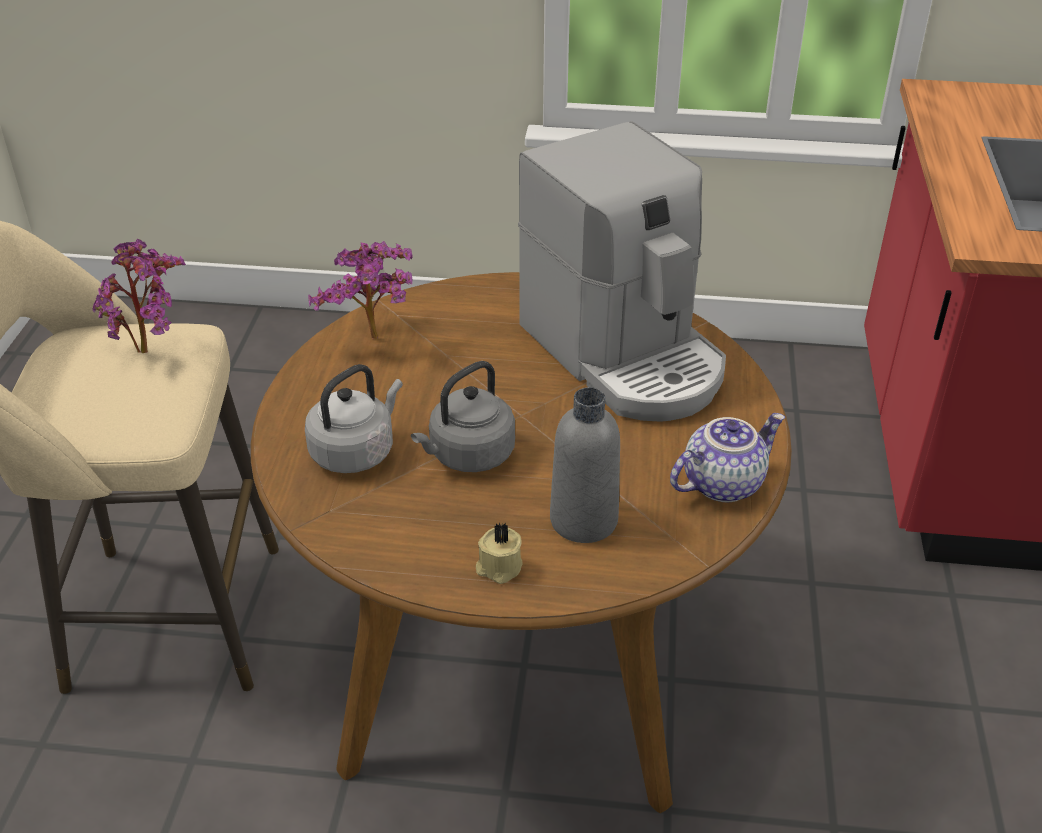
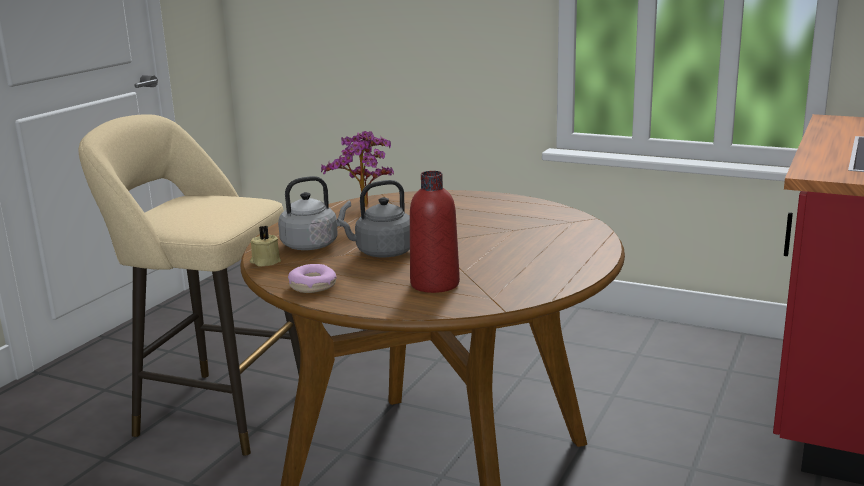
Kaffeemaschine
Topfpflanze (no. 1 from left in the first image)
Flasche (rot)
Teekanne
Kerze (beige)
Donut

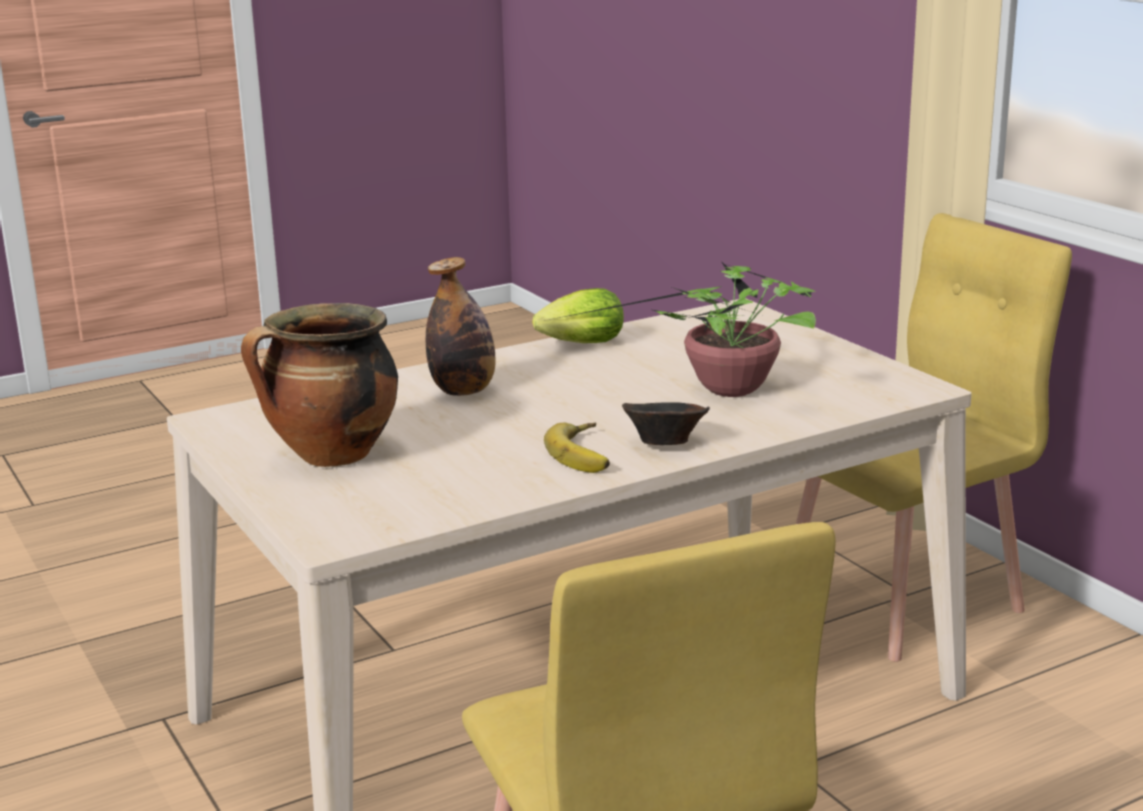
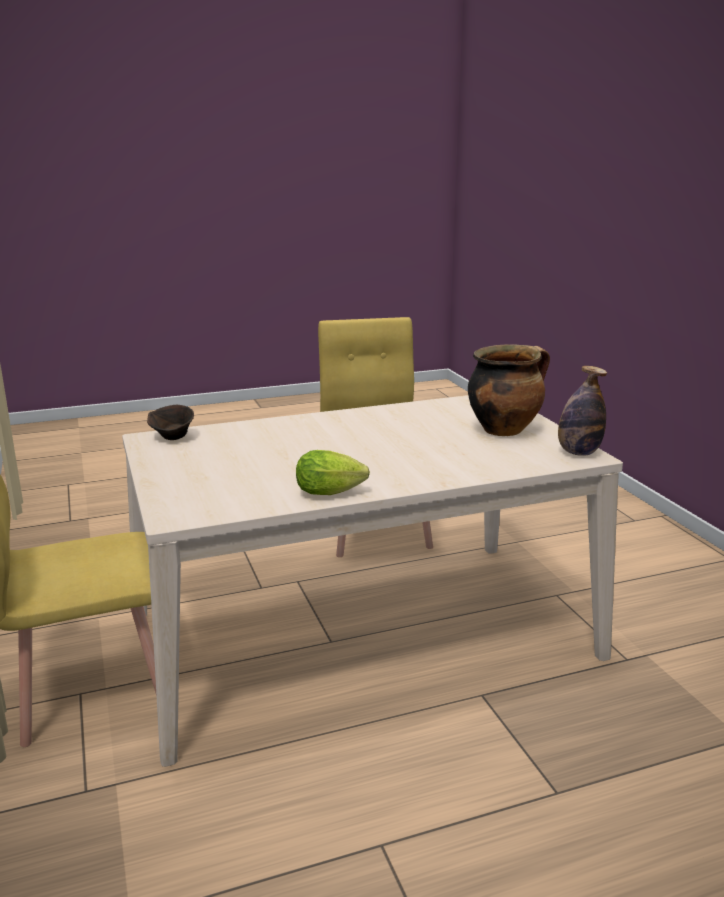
Flasche
Topfpflanze
Schüssel (braun)
Banane

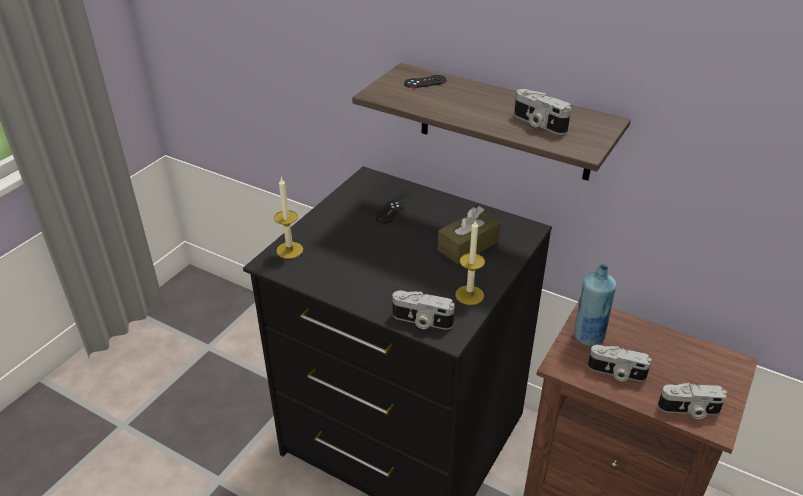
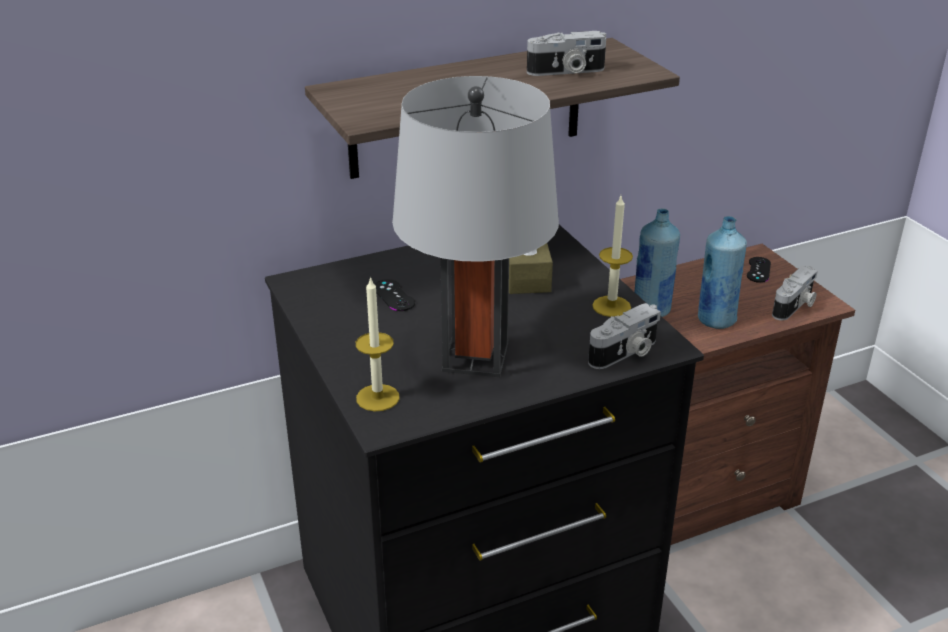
Gamepad (schwarz) (no. 2 from left)
Flasche (blau) (no. 2 from left)
Tischlampe (grau)

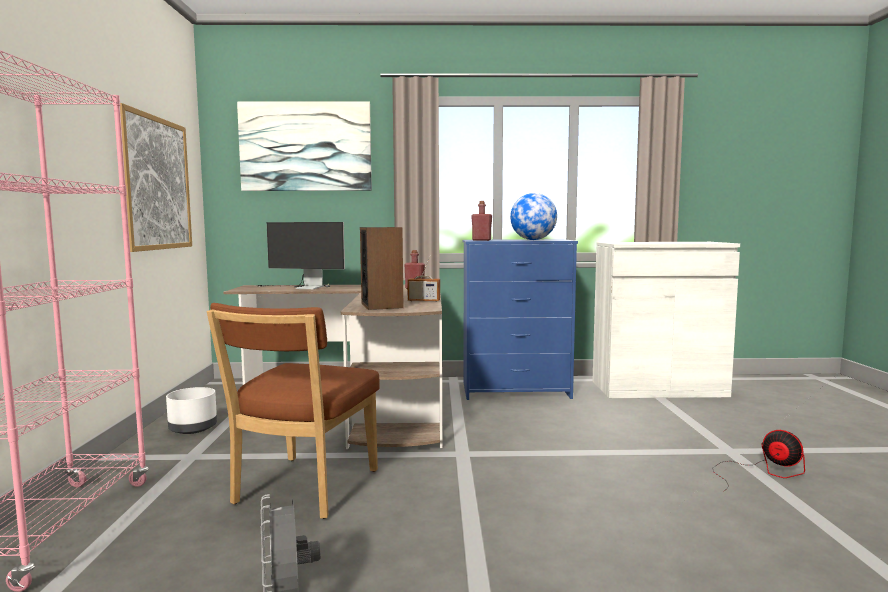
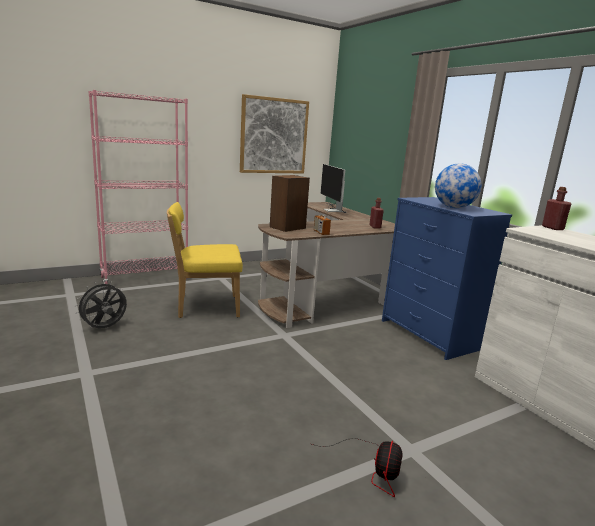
Bild (no. 2 from left in the first image)
Flasche (rot) (no. 2 from left)
Stuhl (gelb)
Pflanzkübel (weiß)

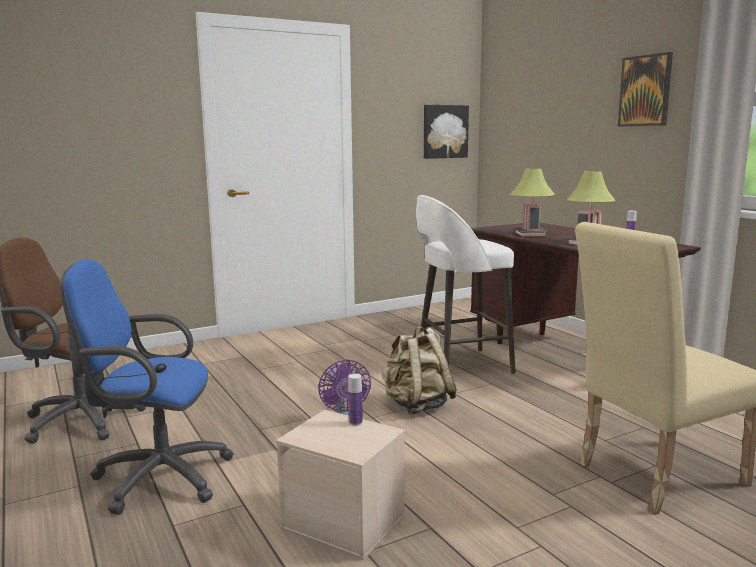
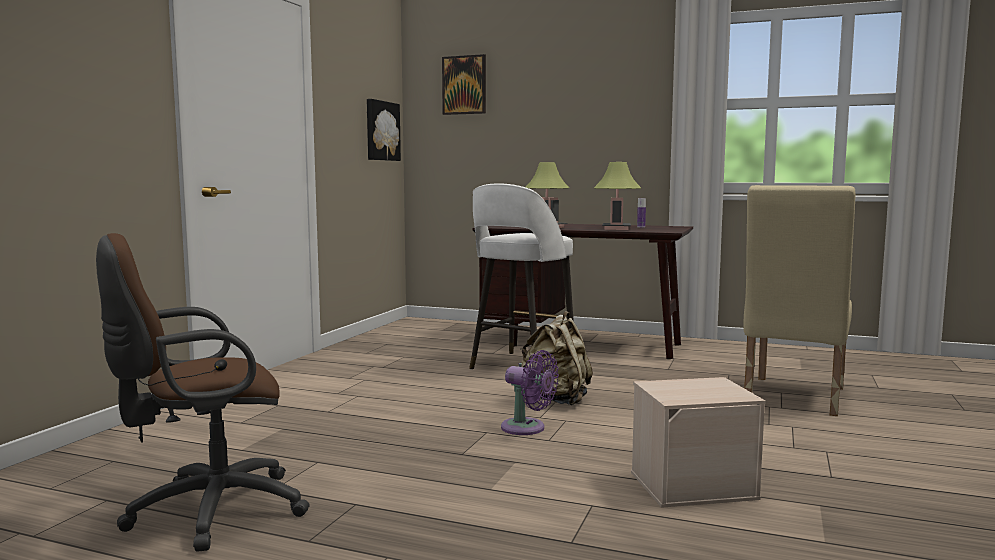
Bild (no. 2 from left)
Bürostuhl (blau)
Flasche (no. 1 from left in the first image)

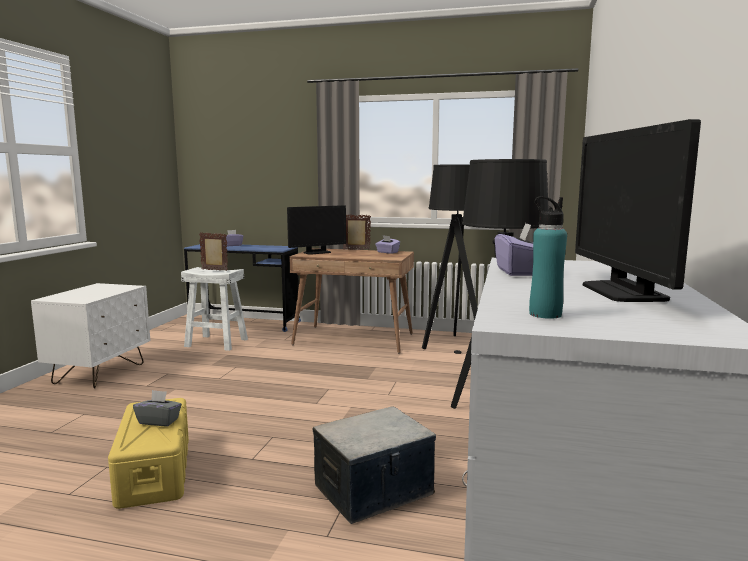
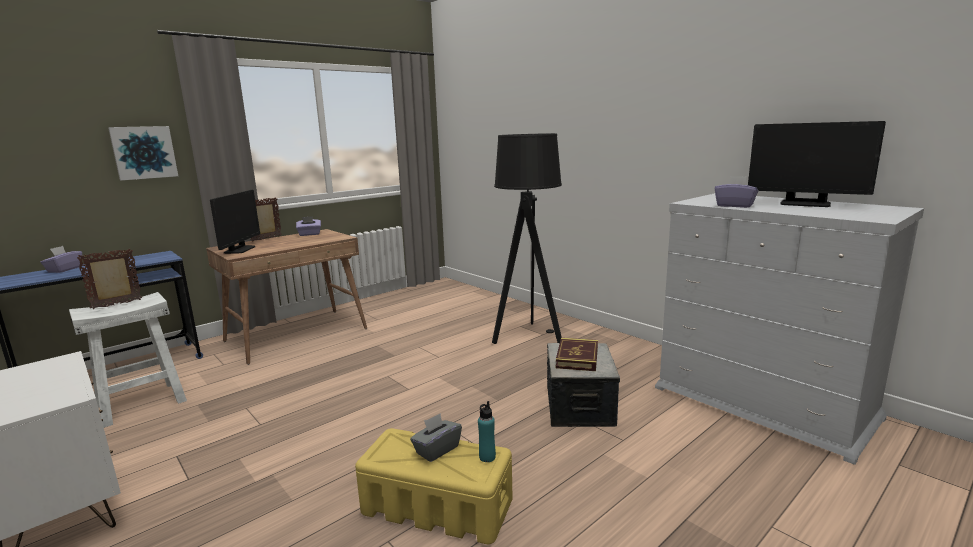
Stehlampe (schwarz) (no. 1 from left in the first image)
Flasche (türkis)
Bild
Buch

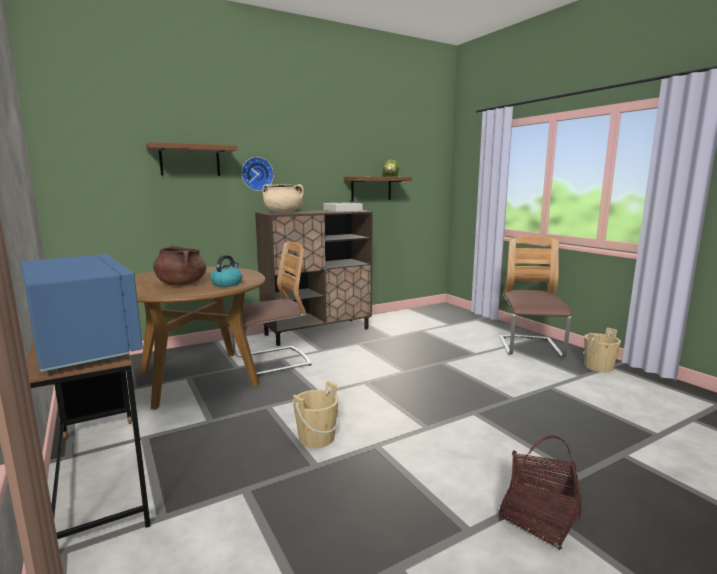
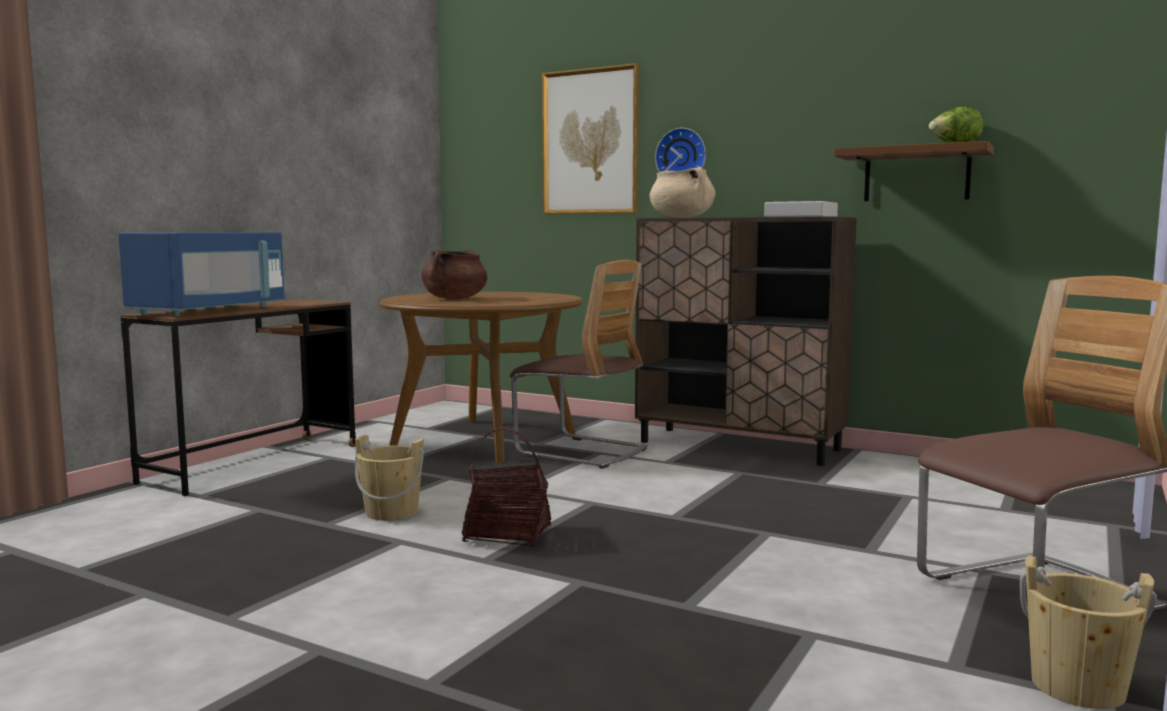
Bild
Wasserkessel
Korb

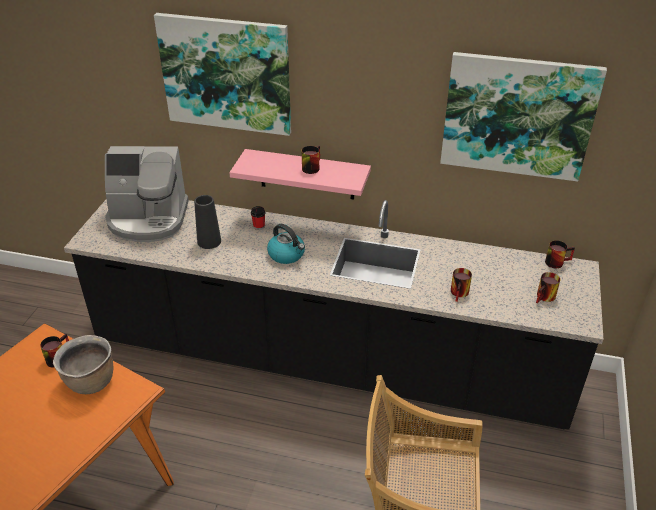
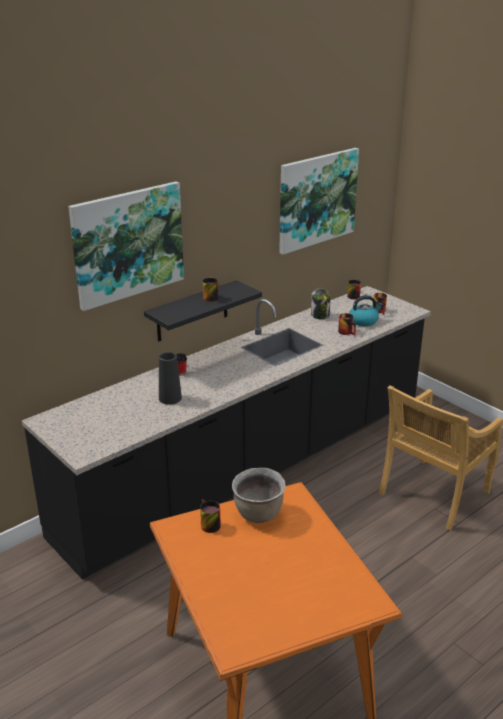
Kaffeemaschine
Wandregal (schwarz)
Wasserkessel
Vorratsglas

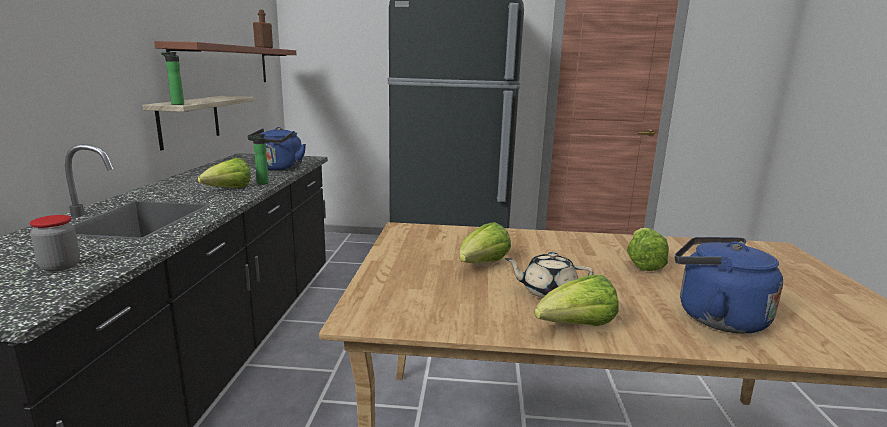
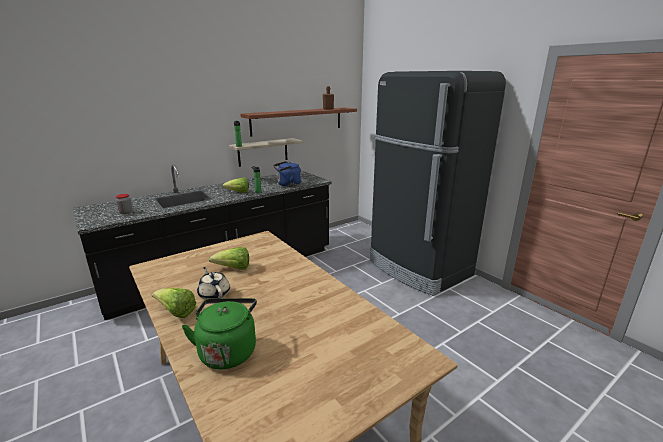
Salatkopf (no. 4 from left in the first image)
Wasserkessel (grün)

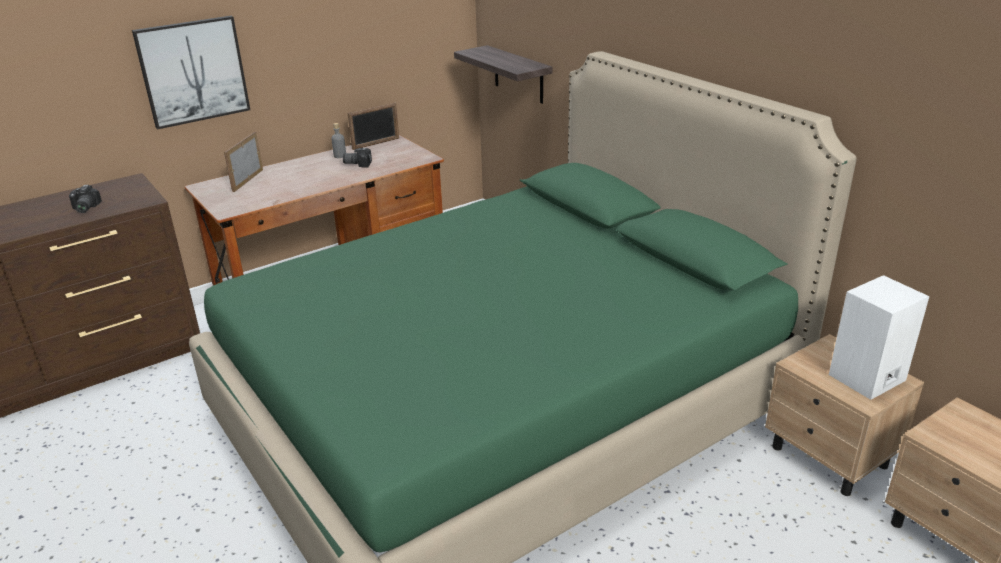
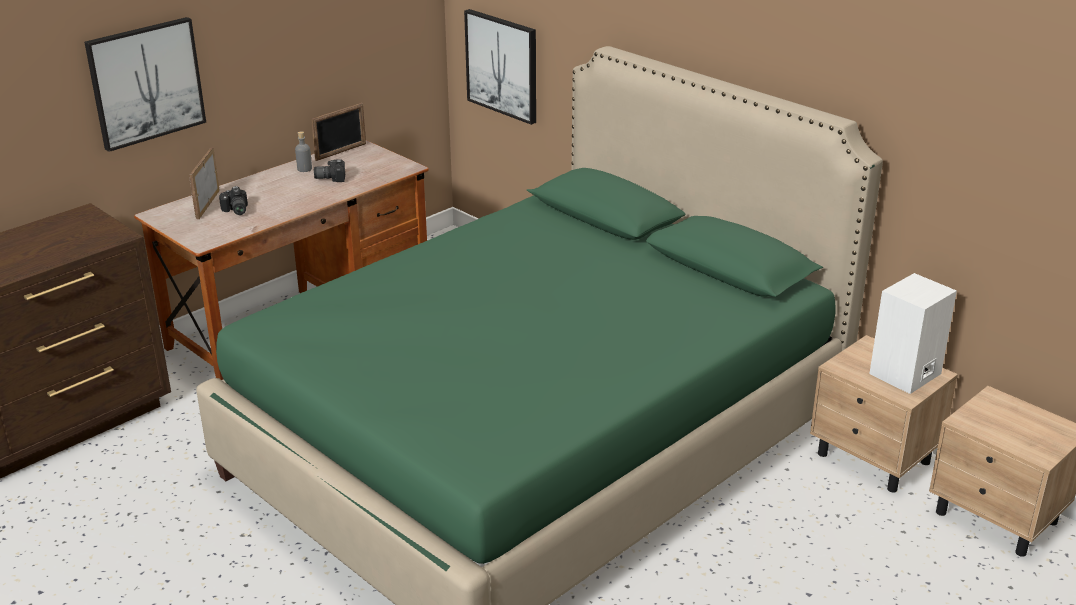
Bild (no. 2 from left)
Kamera (no. 1 from left)

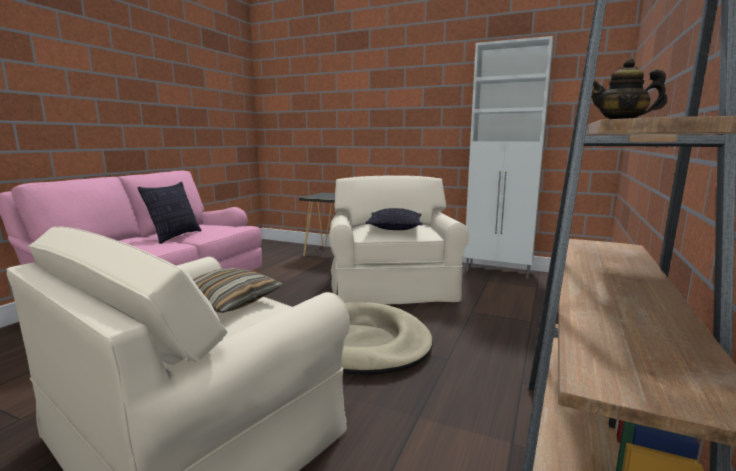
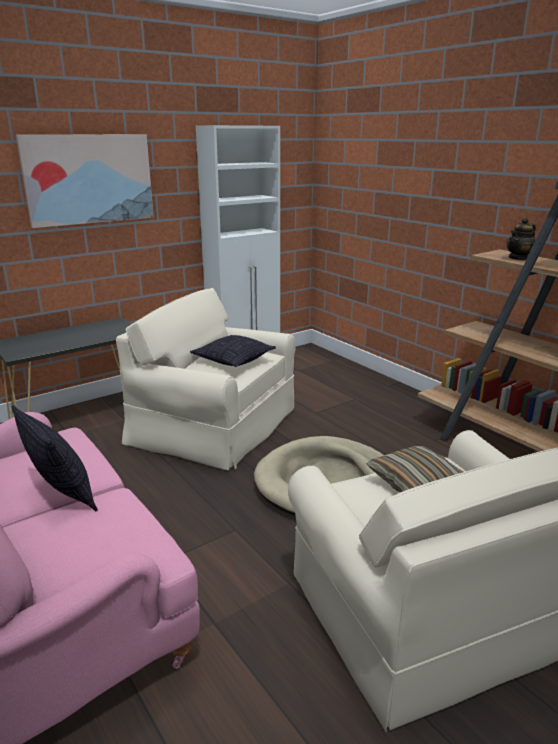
Bild

